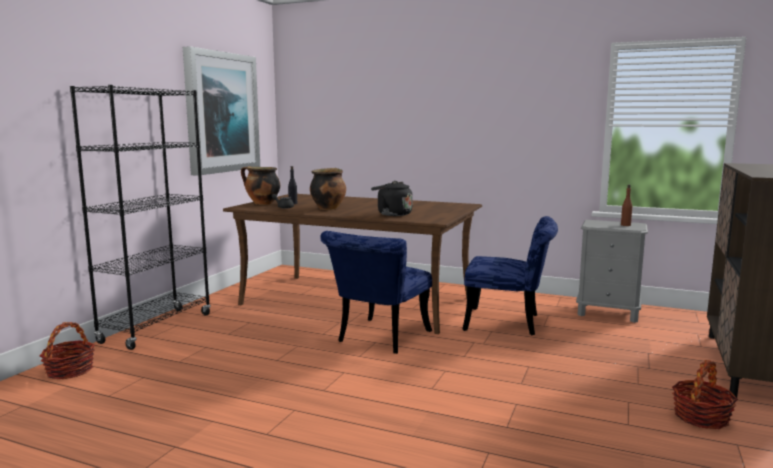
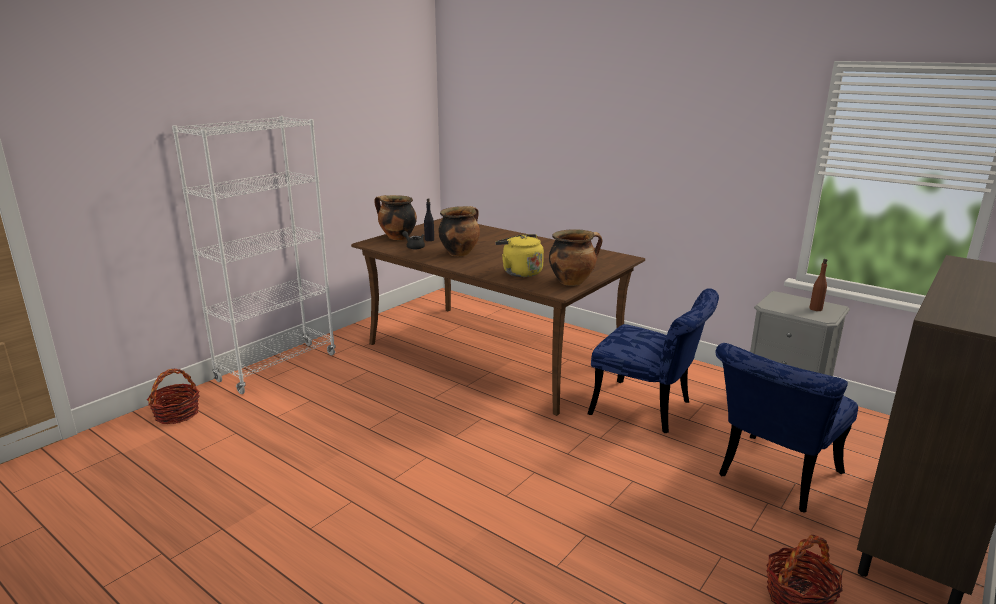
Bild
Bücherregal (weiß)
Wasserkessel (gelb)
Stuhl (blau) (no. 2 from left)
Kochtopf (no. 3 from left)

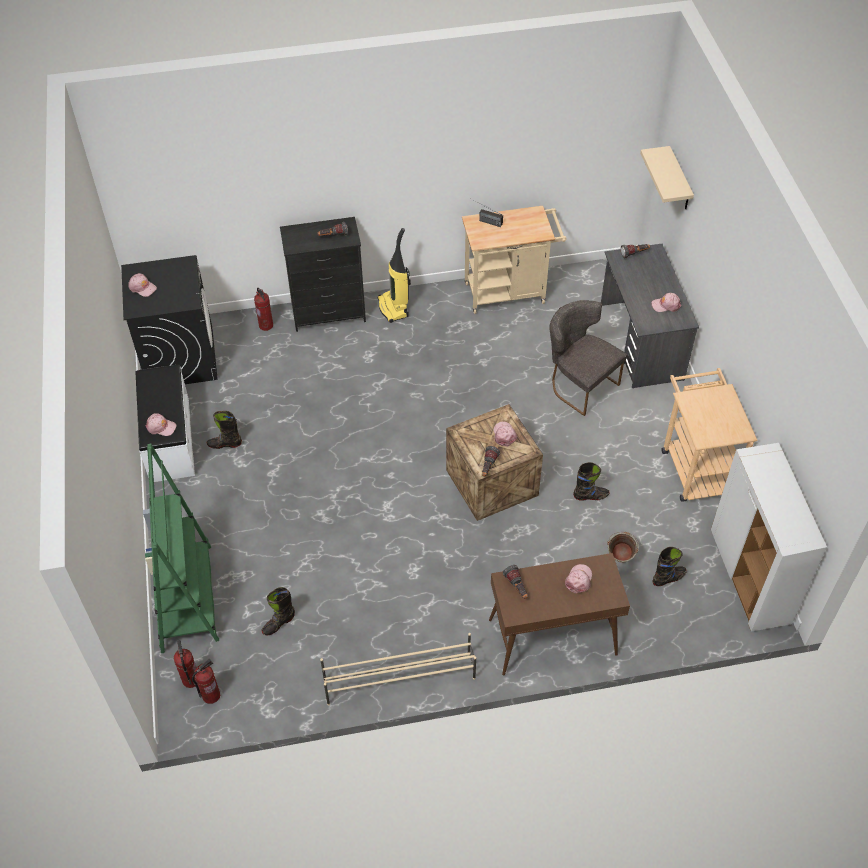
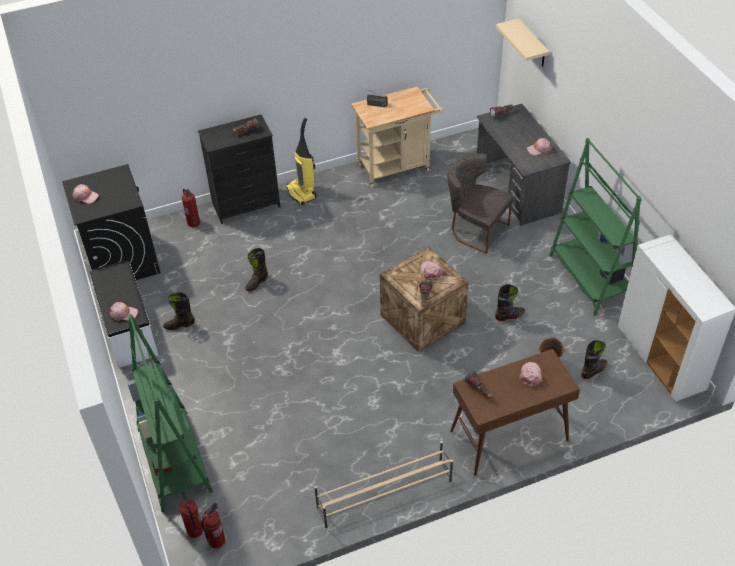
Bücherregal (grün) (no. 2 from left)
Stiefel (schwarz) (no. 2 from left)

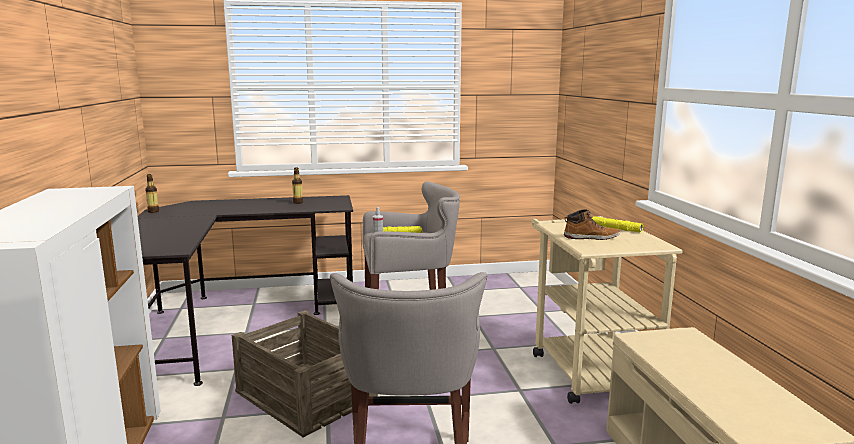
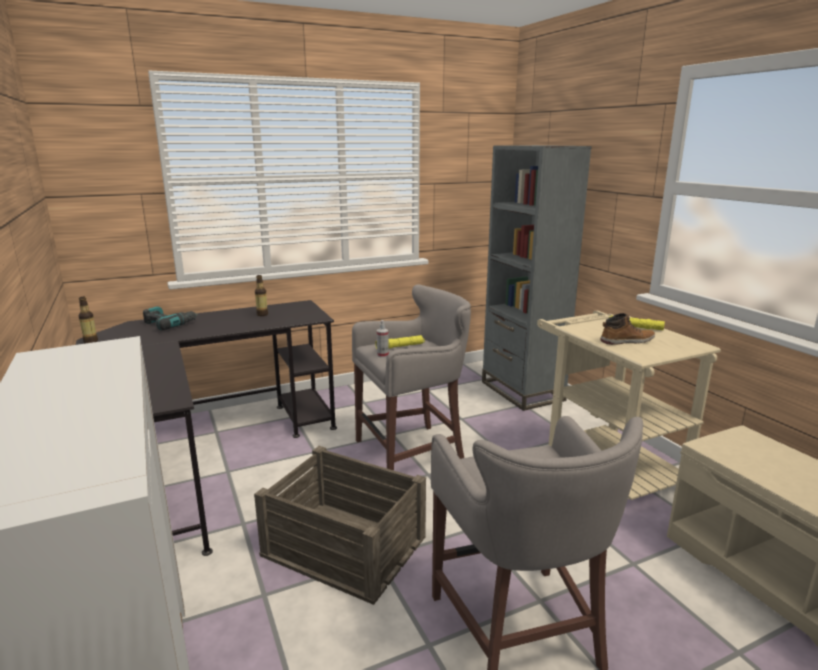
Bücherregal (grau)
Bohrmaschine

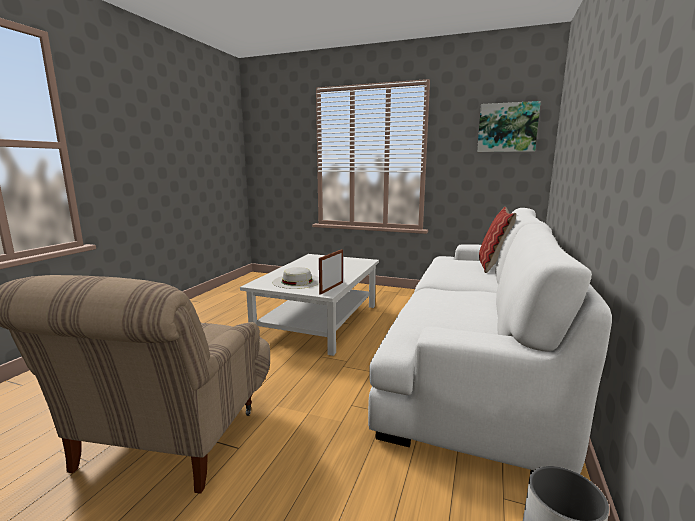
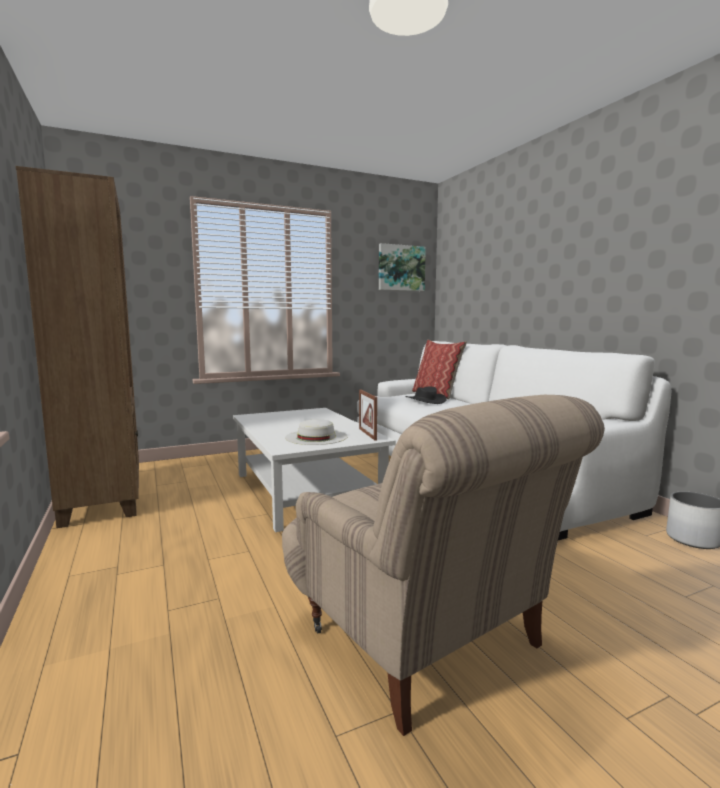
Bücherregal (braun)
Hut (schwarz)

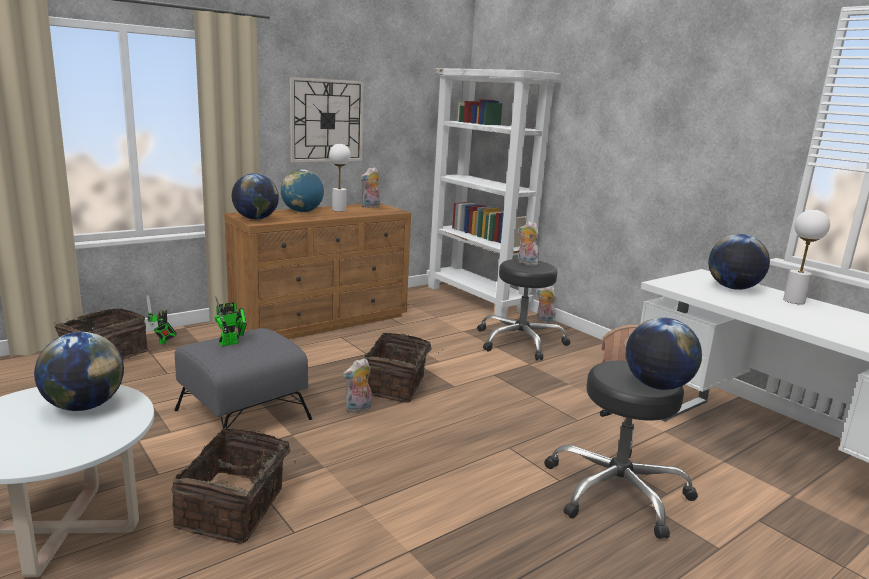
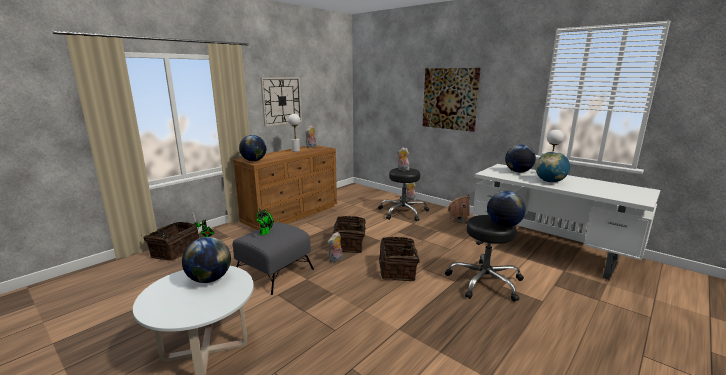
Bücherregal (weiß)
Globus (no. 5 from left)
Korb (no. 3 from left)
Bild

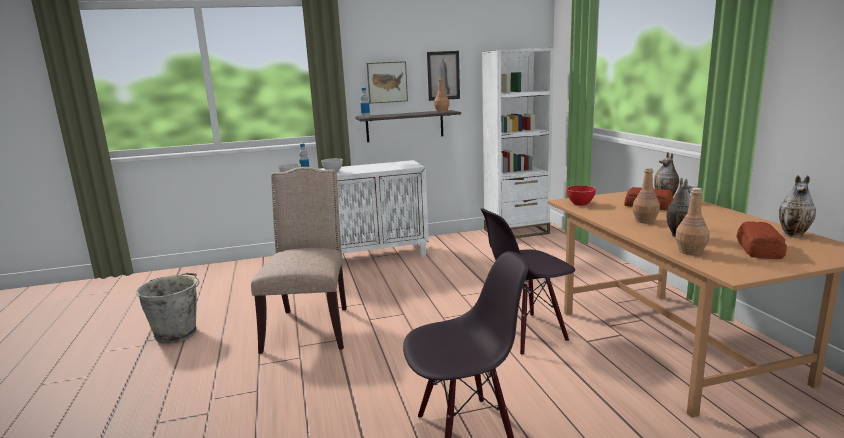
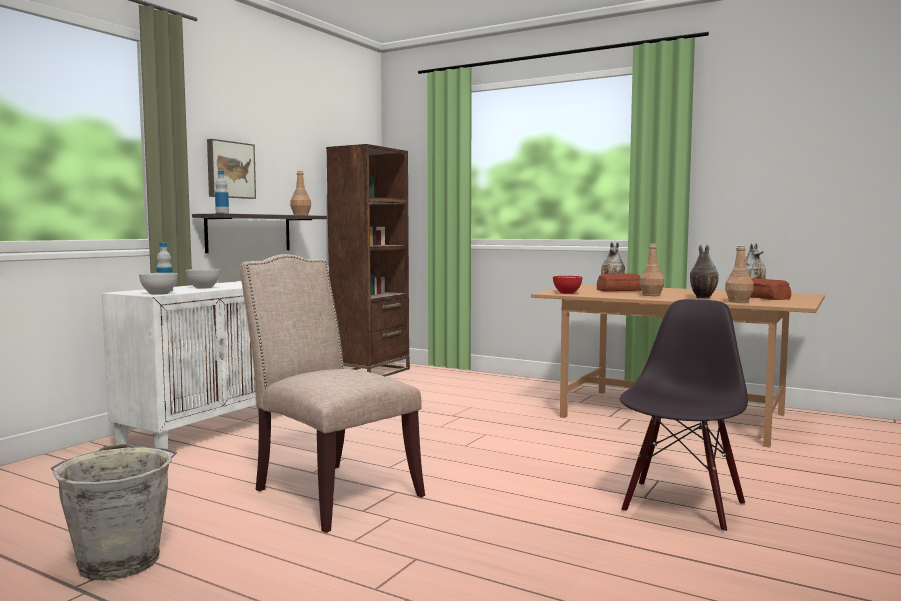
Bücherregal (braun)
Bild (no. 2 from left in the first image)
Stuhl (schwarz) (no. 2 from left in the first image)

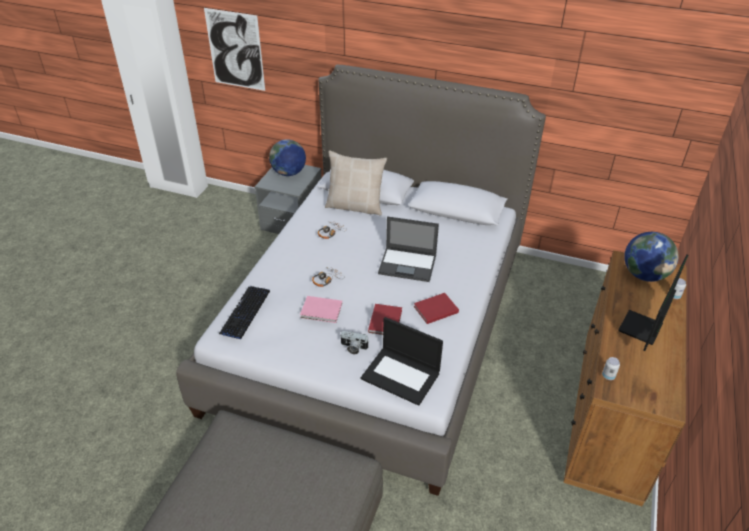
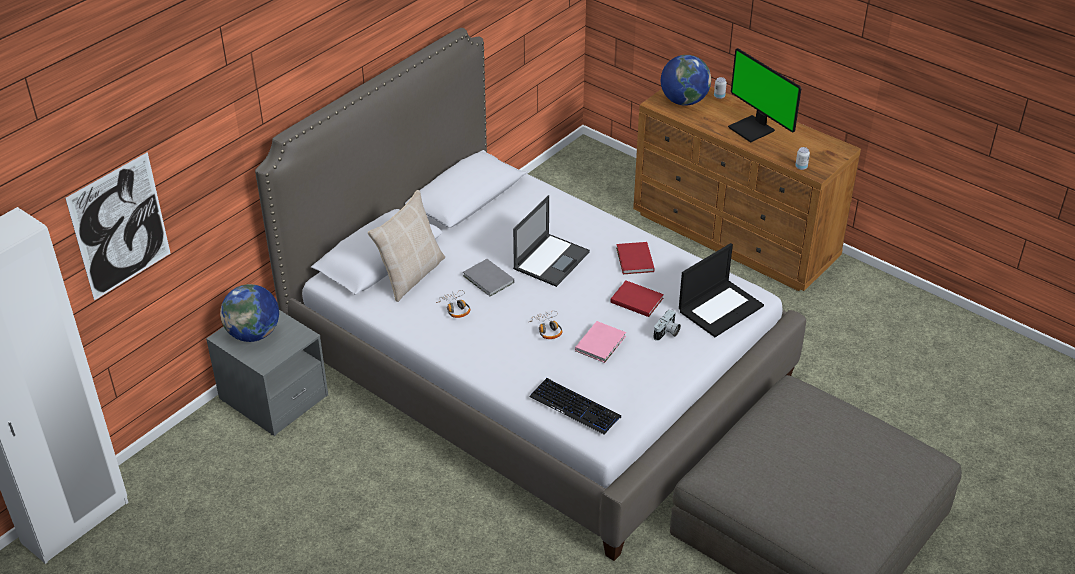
Buch (grau)

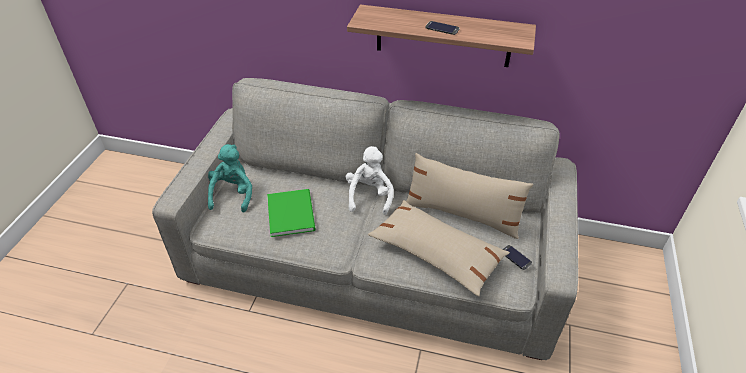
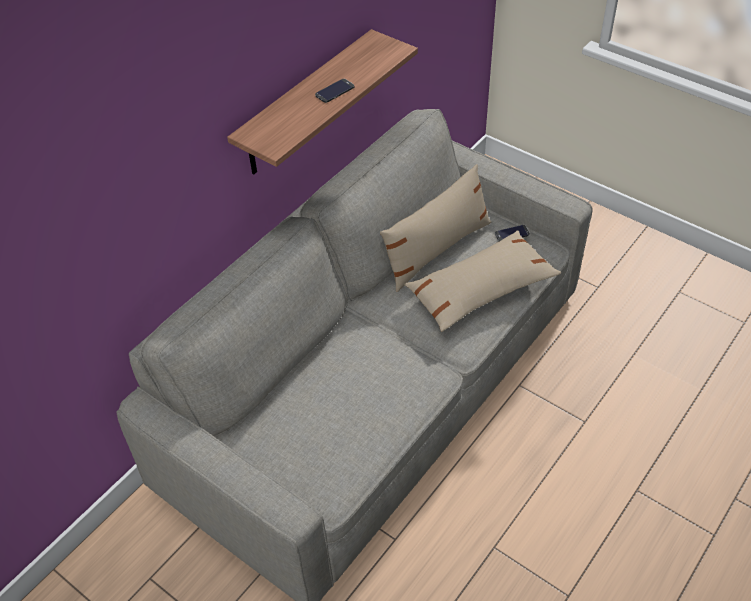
Plüschtier (türkis)
Plüschtier (weiß)
Buch (grün)

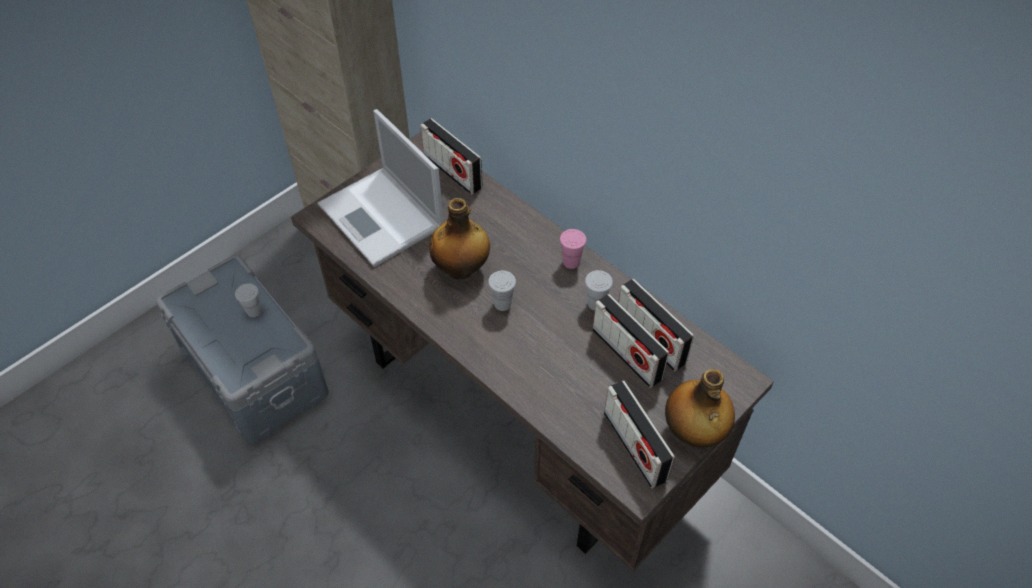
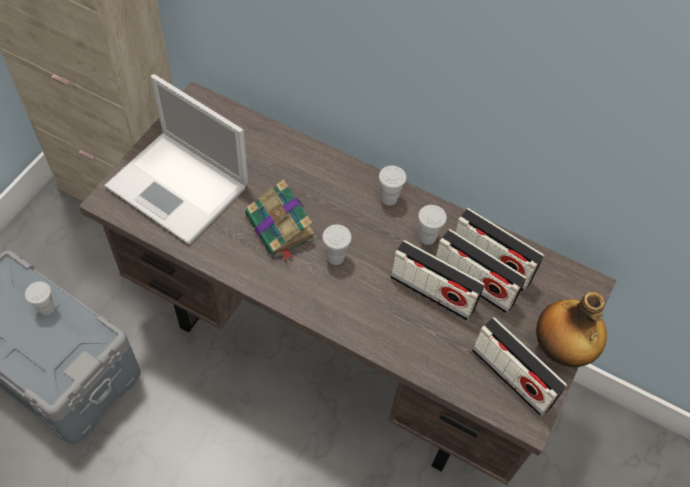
Radio (no. 1 from left)
Buch
Tasse (weiß) (no. 3 from left)

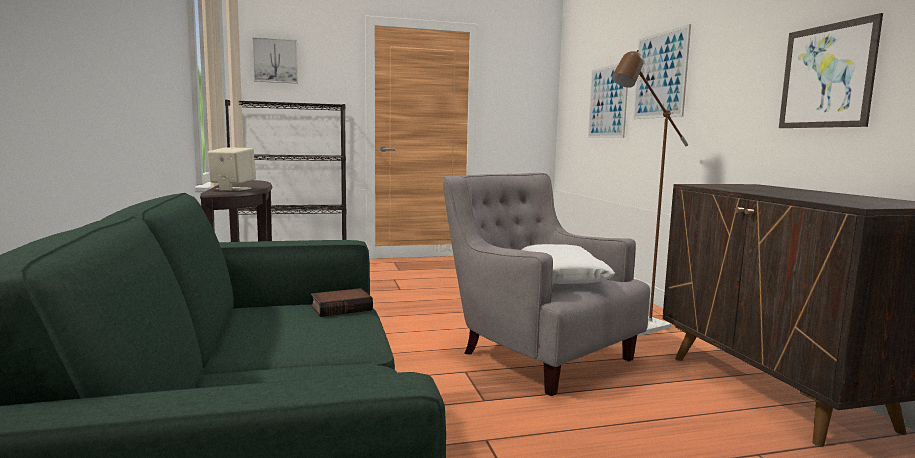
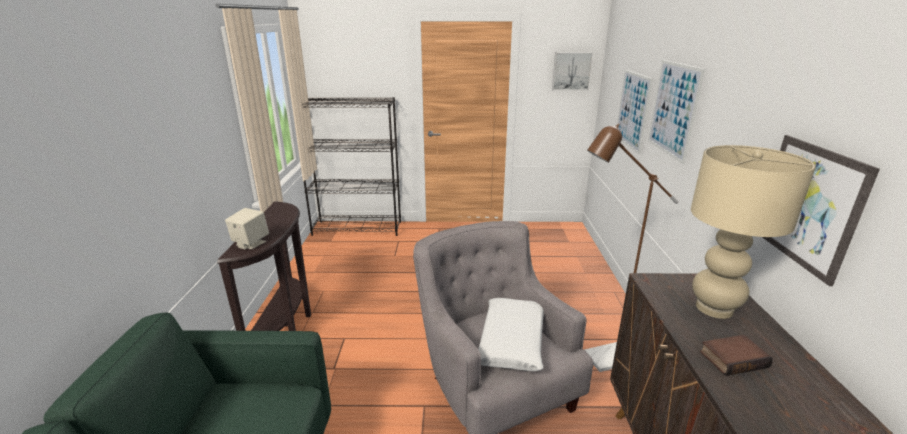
Bild (no. 1 from left)
Buch
Tischlampe (beige)

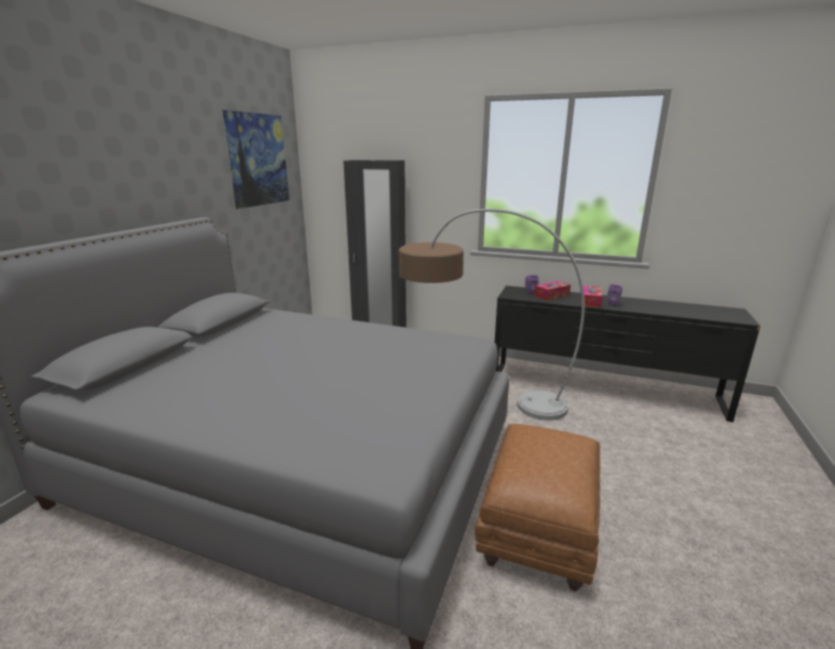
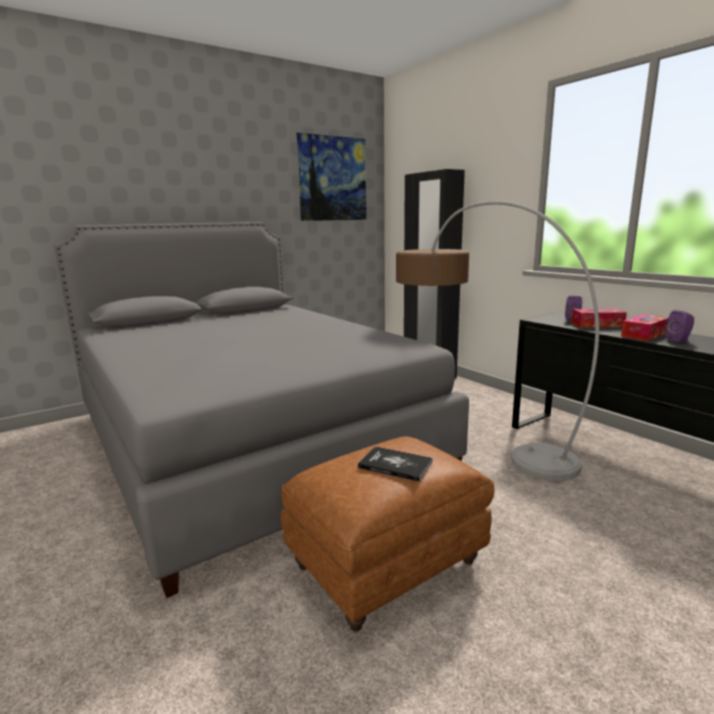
Buch

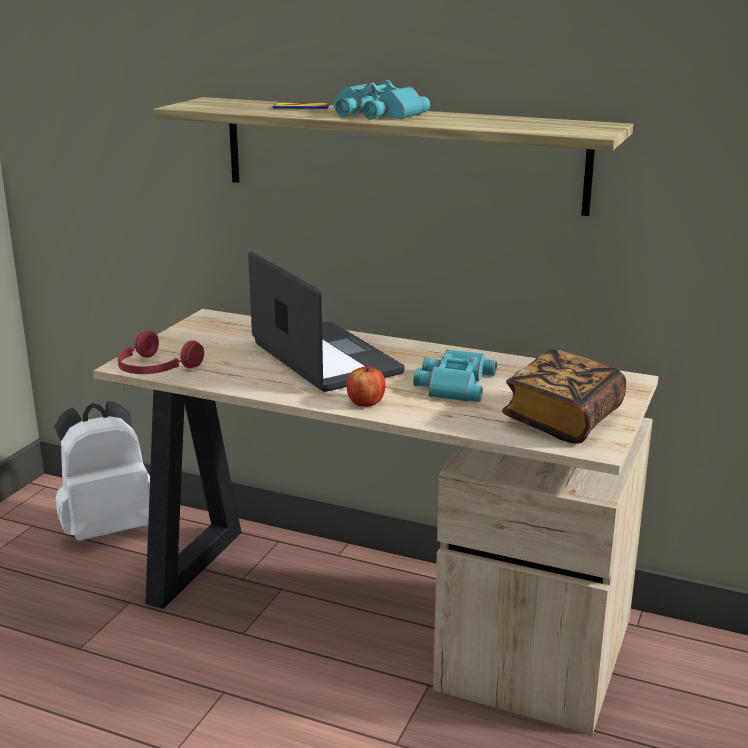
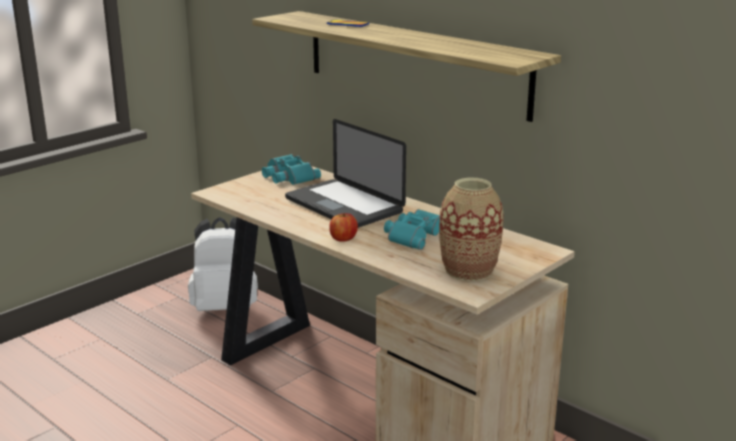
Fernglas (türkis) (no. 1 from left)
Laptop
Kopfhörer (rot)
Vase

